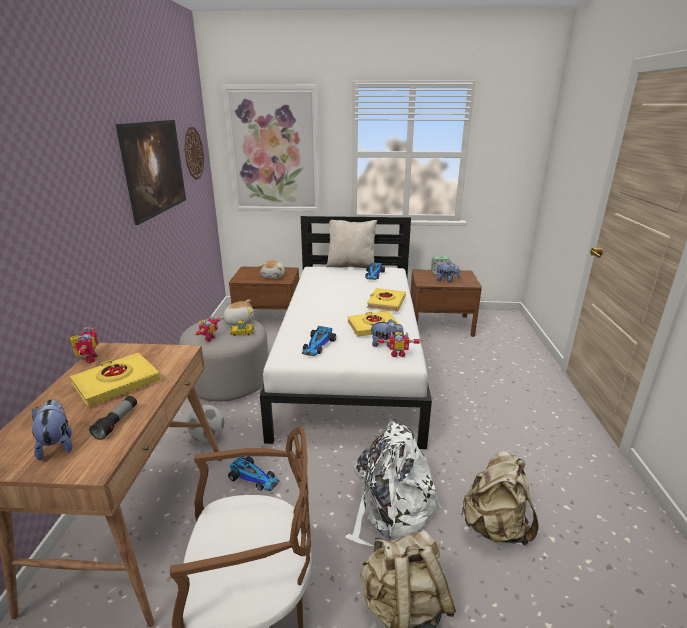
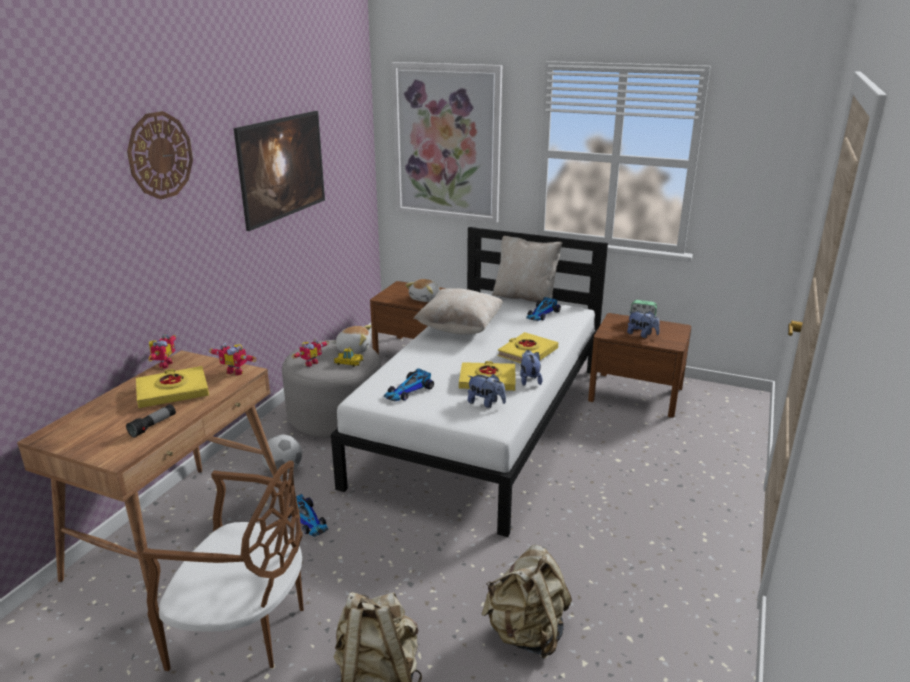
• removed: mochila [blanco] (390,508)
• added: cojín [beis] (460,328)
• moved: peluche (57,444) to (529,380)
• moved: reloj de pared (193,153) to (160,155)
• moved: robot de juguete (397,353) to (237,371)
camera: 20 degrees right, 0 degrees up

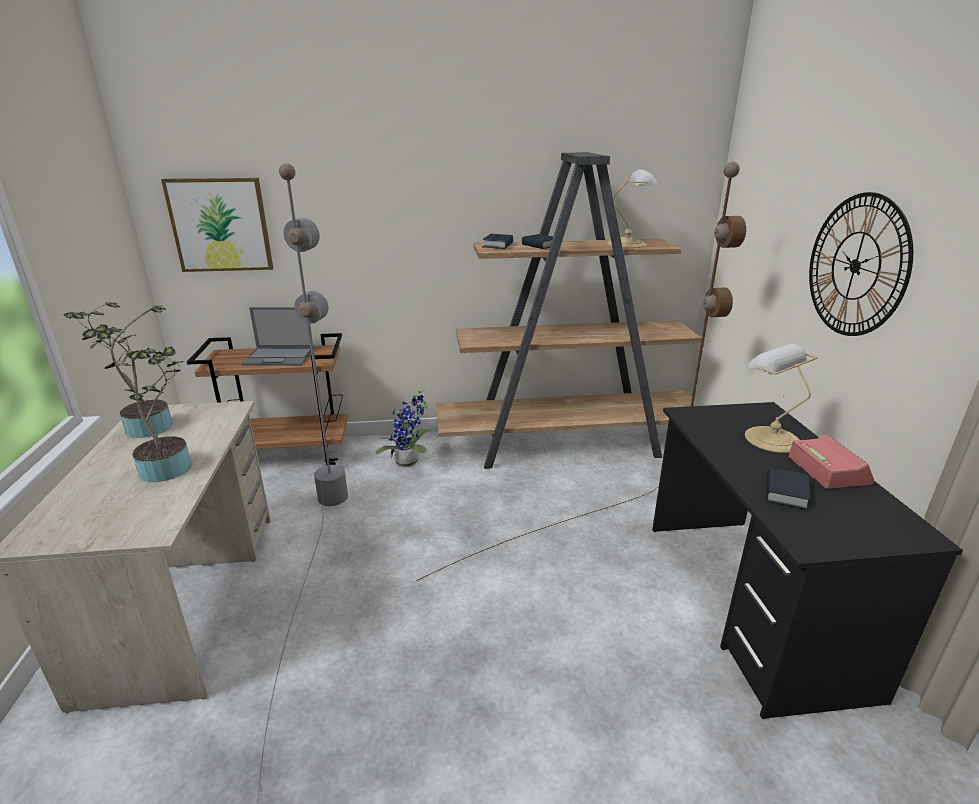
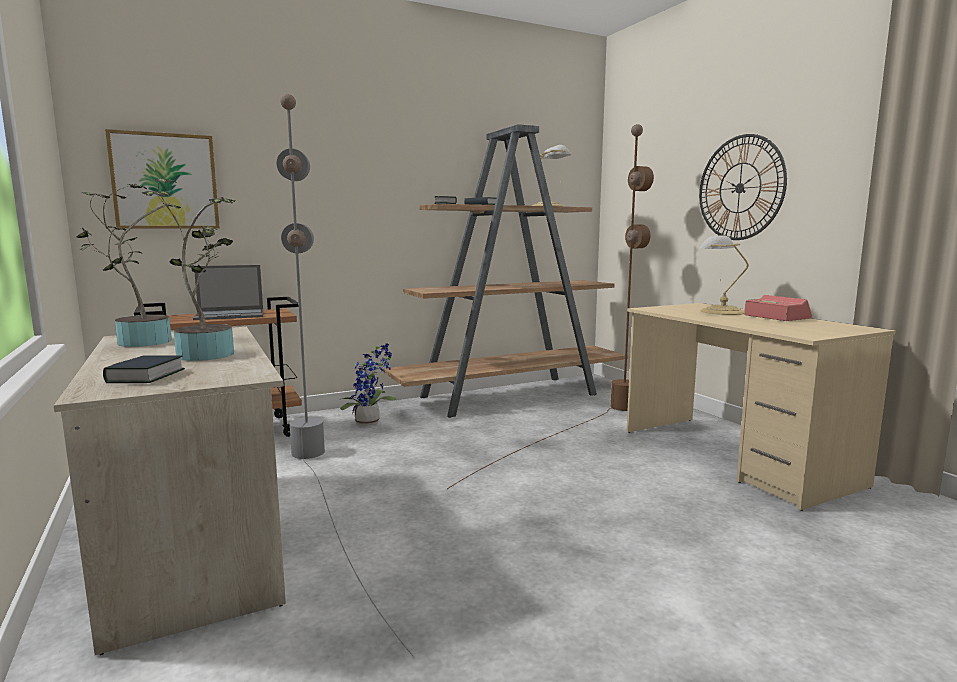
• moved: libro (785,493) to (145,376)
• recoloured: escritorio [negro] (749,603) to escritorio [beis] (734,457)
camera: 20 degrees left, 15 degrees down

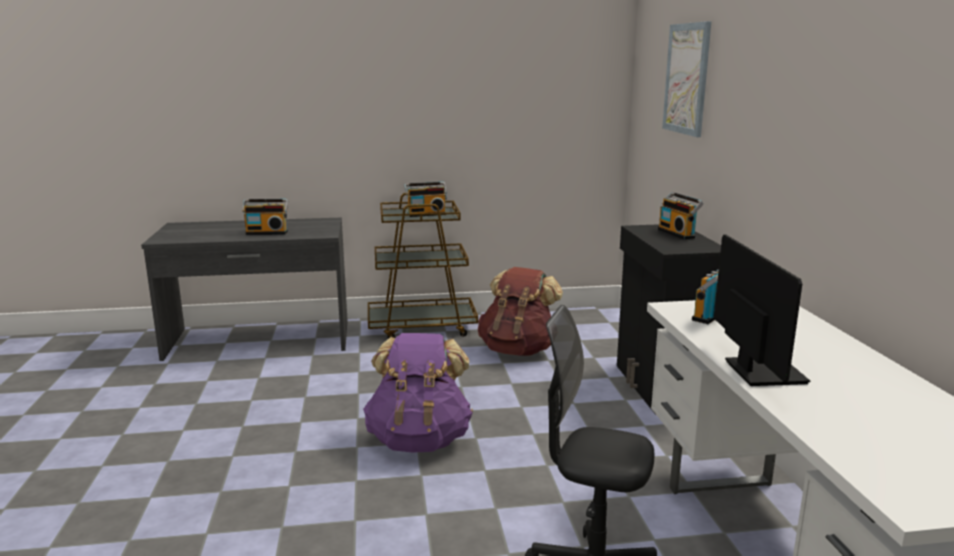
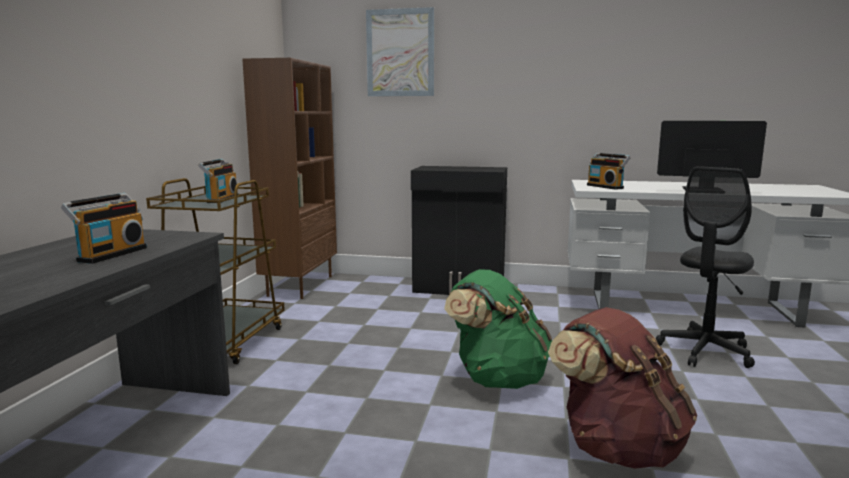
• removed: radio (677,233)
• added: estantería [marrón] (300,285)
• moved: mochila [marrón] (518,350) to (617,448)
• recoloured: mochila [morado] (419,440) to mochila [verde] (497,379)
camera: 70 degrees left, 5 degrees down

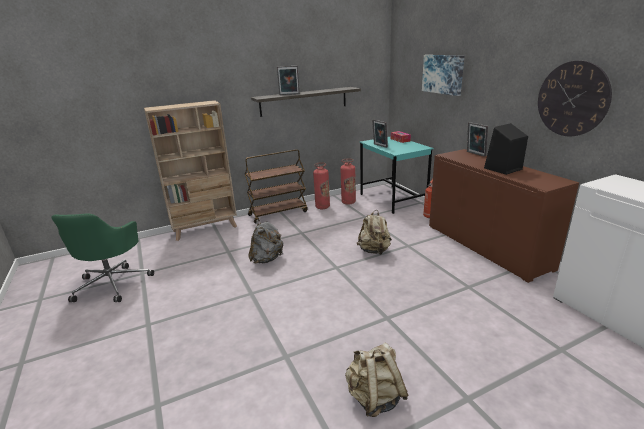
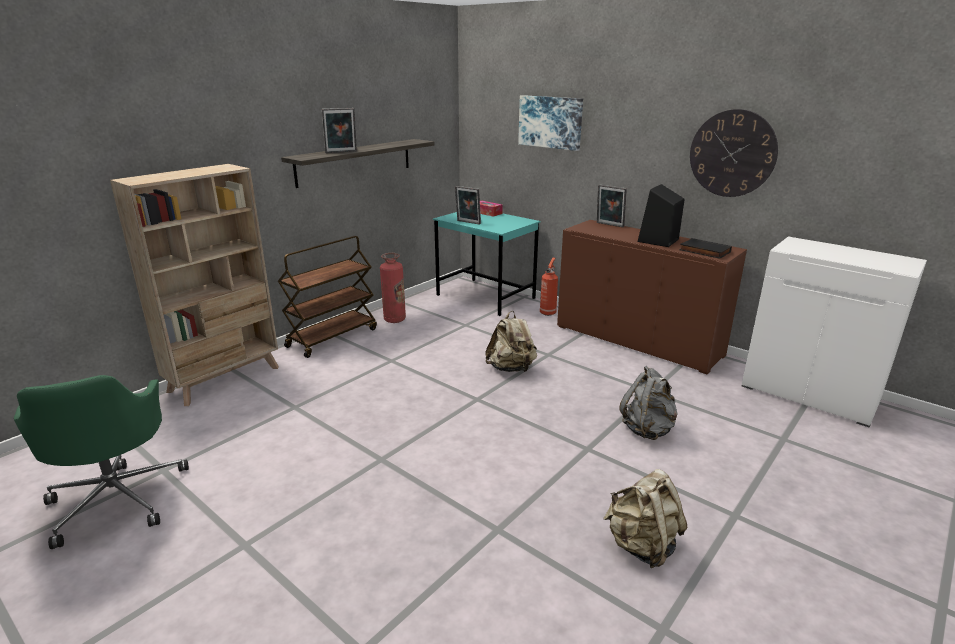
• removed: extintor (348,202)
• added: libro [negro] (704,251)
• moved: mochila [gris] (267,259) to (647,429)
camera: 25 degrees left, 0 degrees up

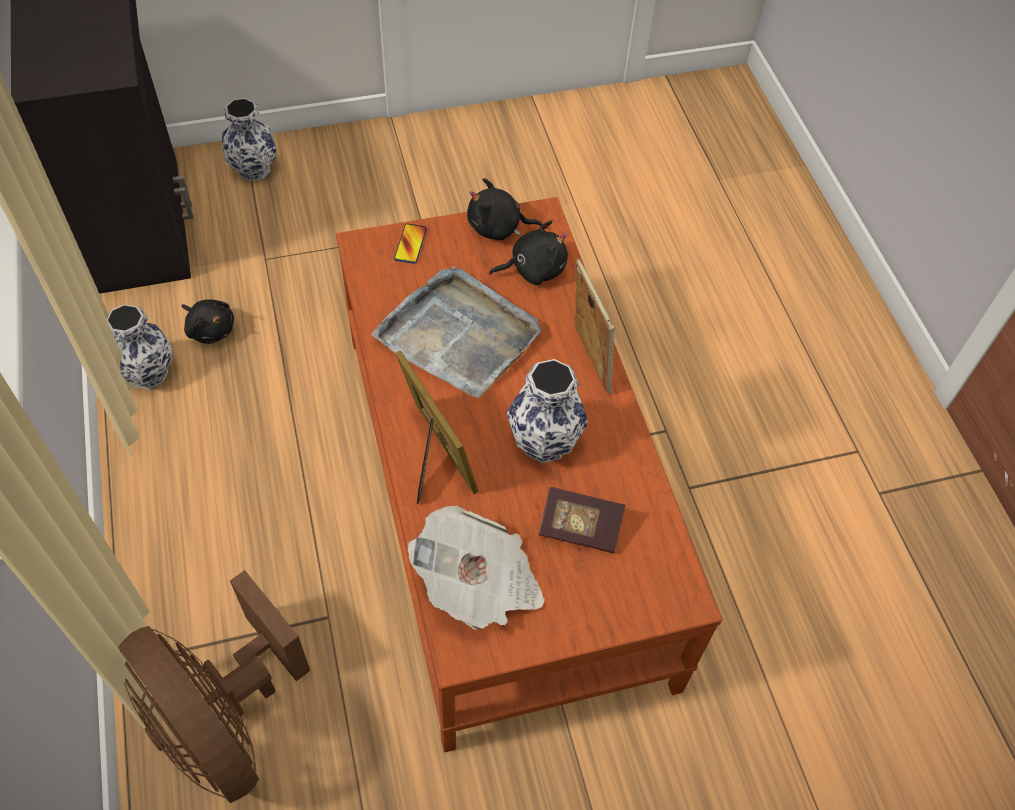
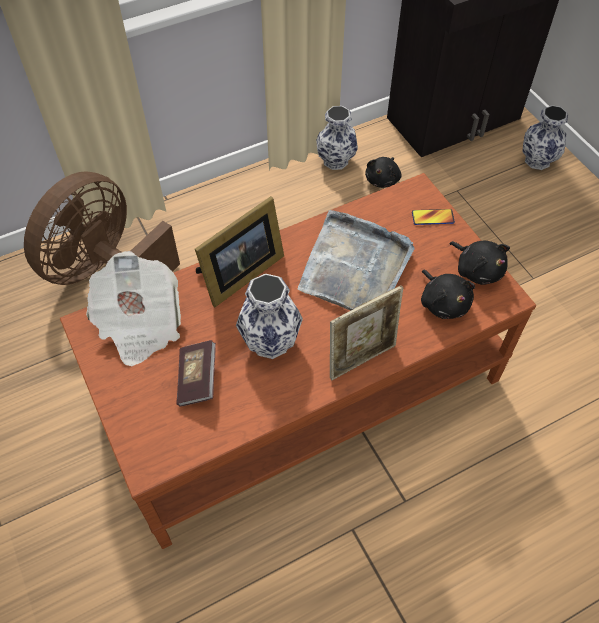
• turned: peluche [negro] (498,228) = (477,269) 150 degrees clockwise
camera: 80 degrees right, 0 degrees up

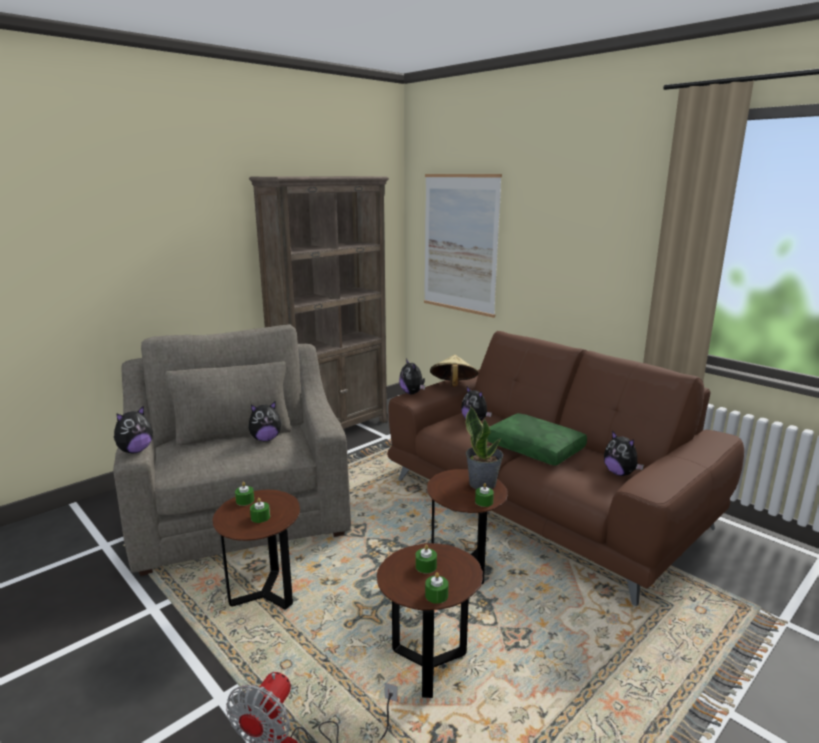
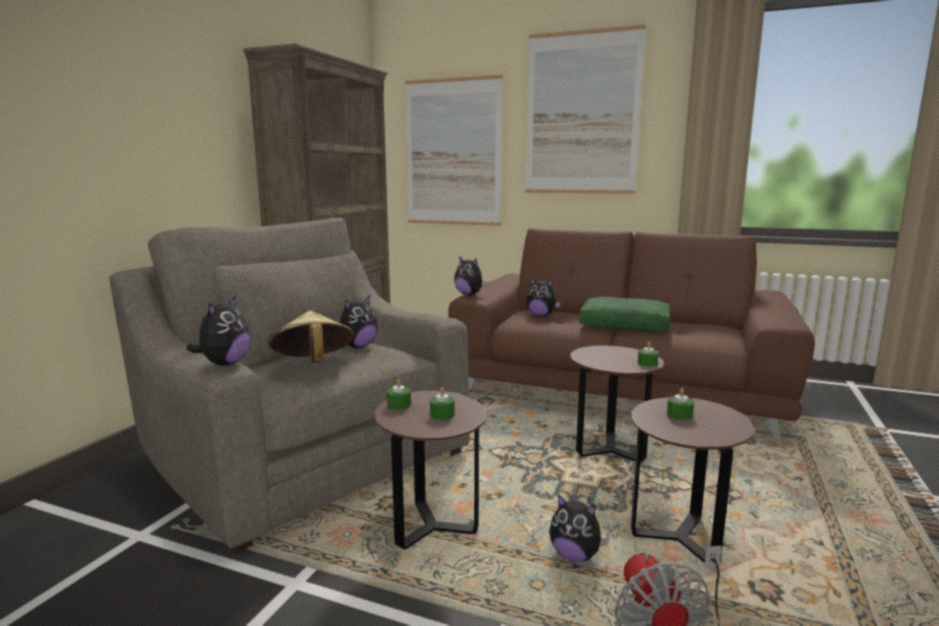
• removed: vela [verde] (436,595)
• removed: planta en maceta (483,483)
• added: cuadro (582,114)
• moved: sombrero [beis] (453,386) to (313,364)
• moved: peluche (620,473) to (575,555)
camera: 25 degrees left, 5 degrees down

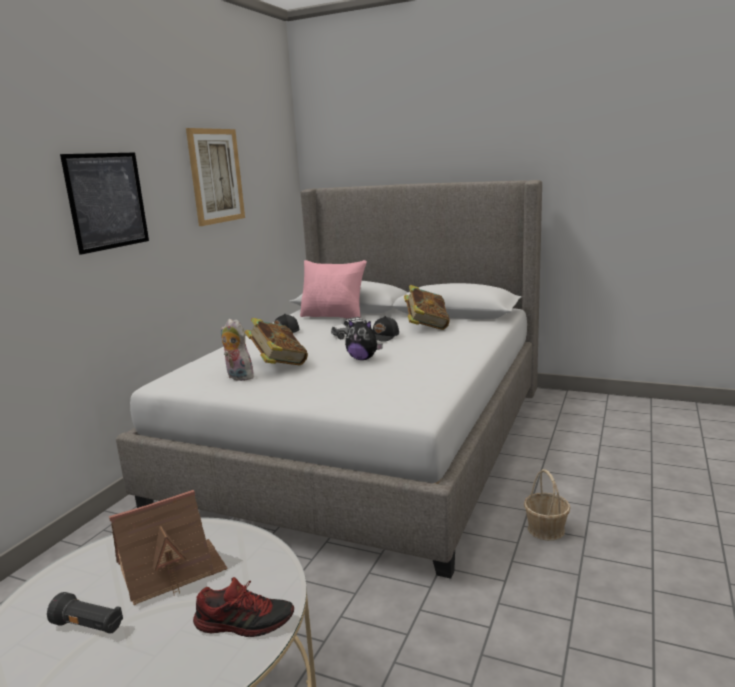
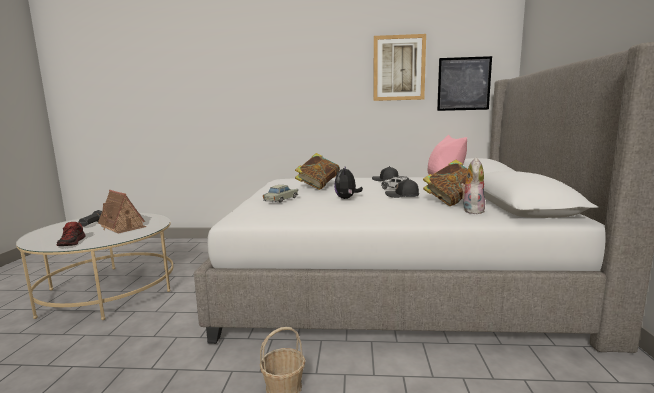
• added: coche de juguete [beis] (281,199)
• moved: cuadro (107,201) to (463,84)
• moved: peluche (238,377) to (471,210)
camera: 70 degrees right, 5 degrees down

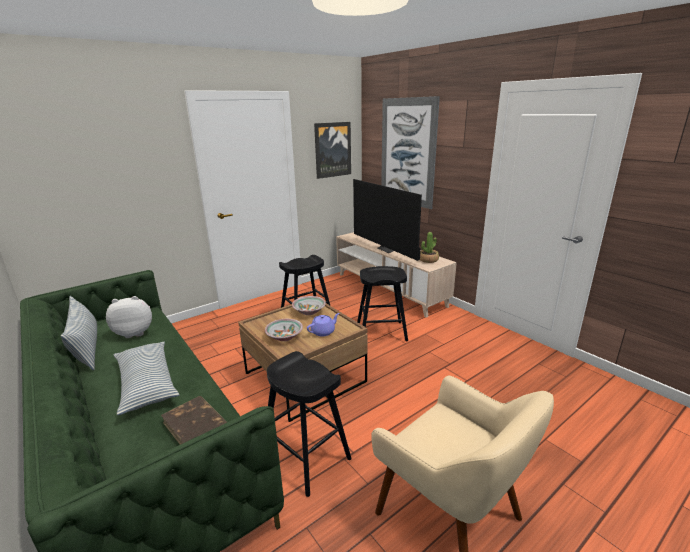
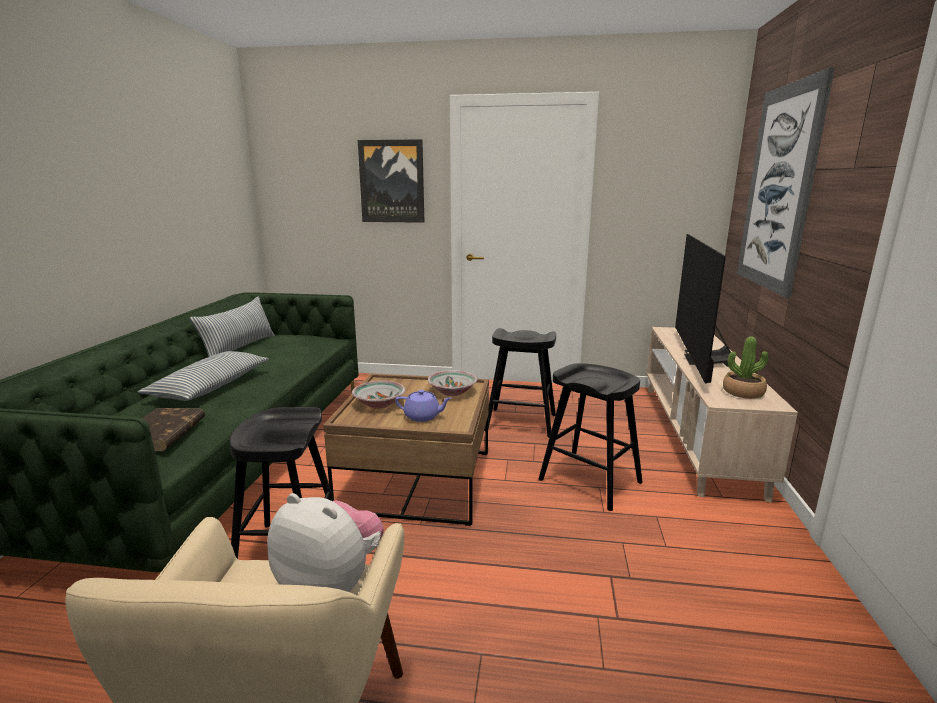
• moved: peluche (135,332) to (331,584)
• moved: cuadro (332,150) to (392,181)
camera: 45 degrees right, 5 degrees down

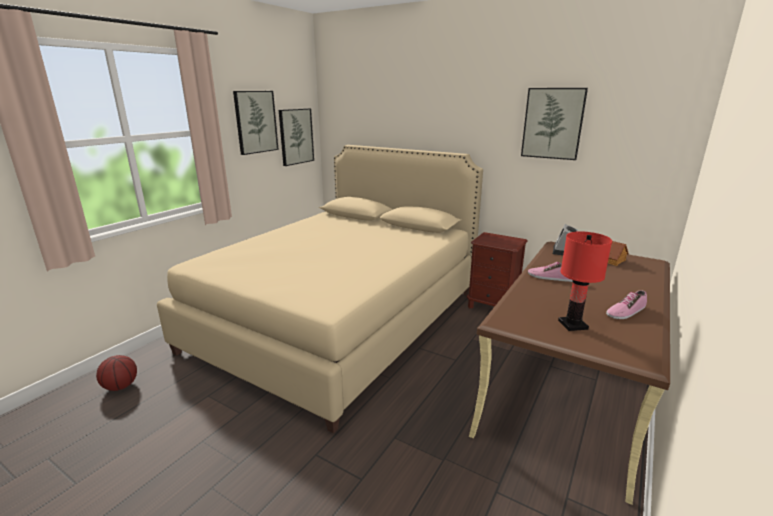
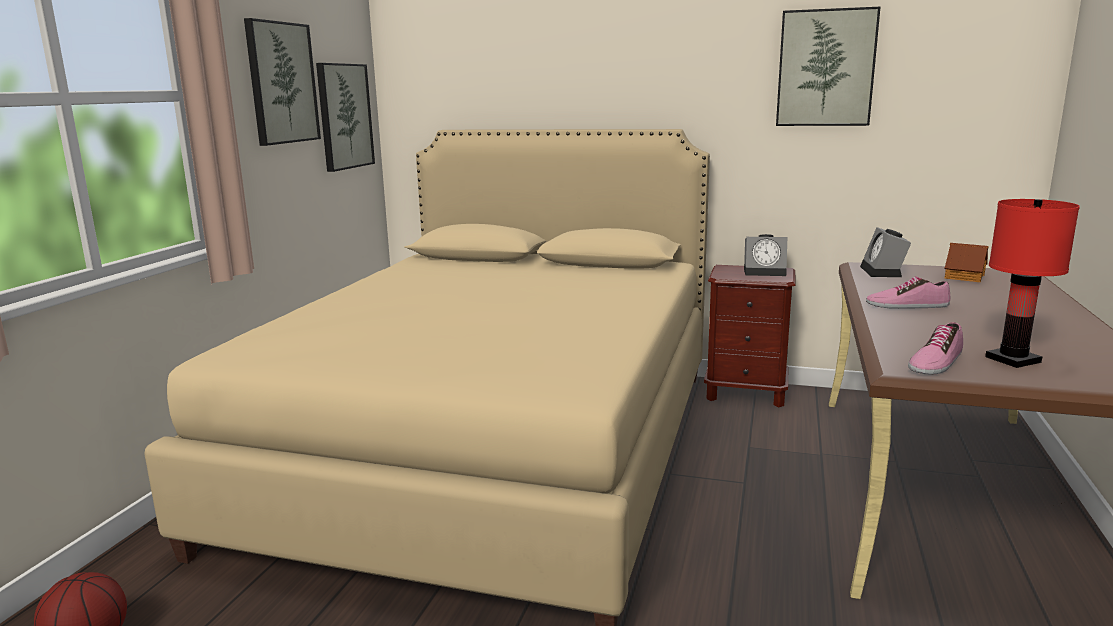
• added: despertador (765,272)
• moved: zapato (625,311) to (935,362)
camera: 15 degrees left, 5 degrees down

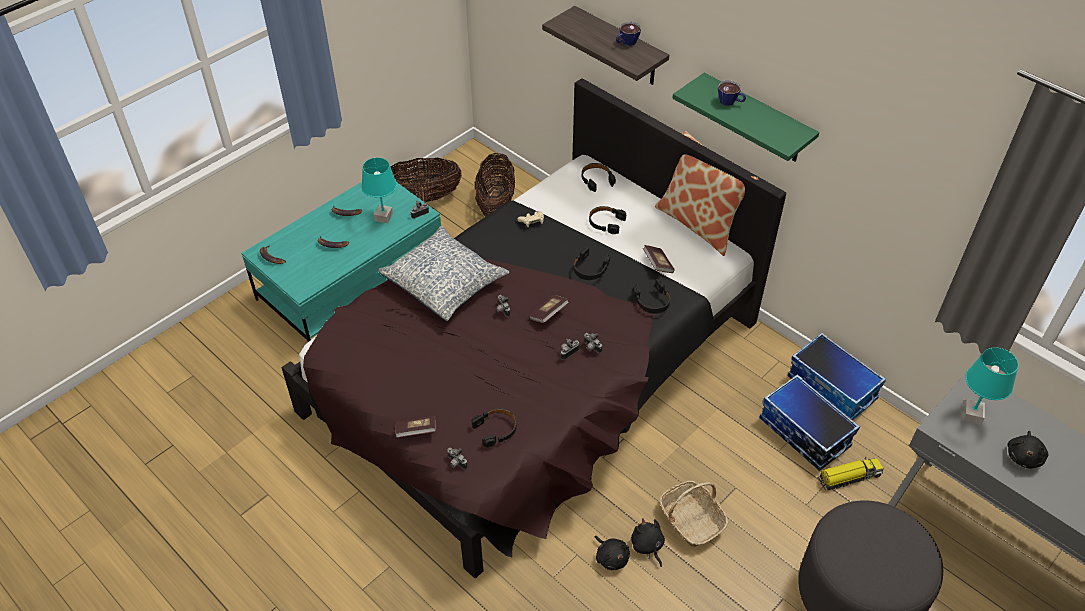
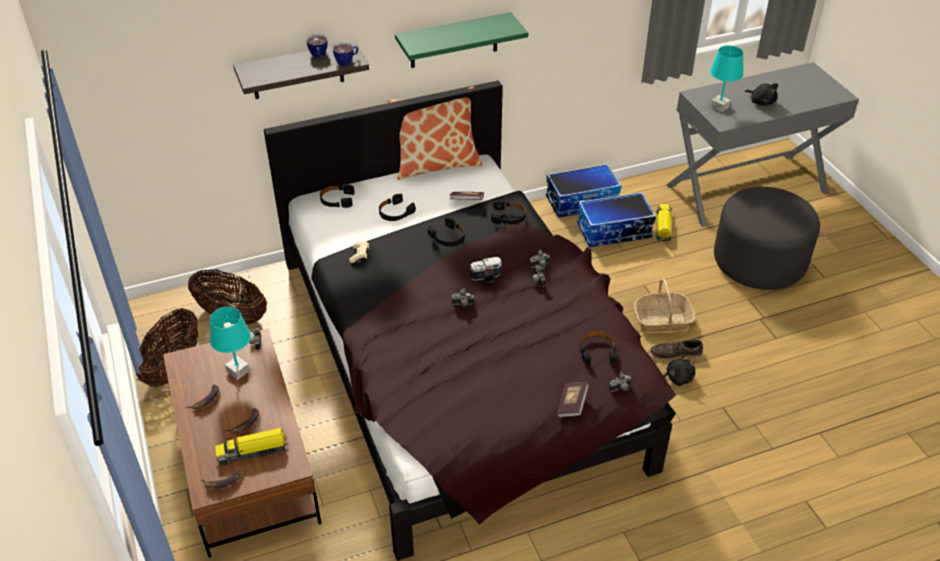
• removed: cojín (445,283)
• added: camión de juguete (253,451)
• moved: taza (730,102) to (347,61)
• replaced: libro (548,314) to cámara (486,278)
• replaced: peluche [negro] (647,546) to zapato [marrón] (675,353)
• recoloured: mesa de centro [turquesa] (351,280) to mesa de centro [marrón] (246,460)
camera: 65 degrees left, 5 degrees down

